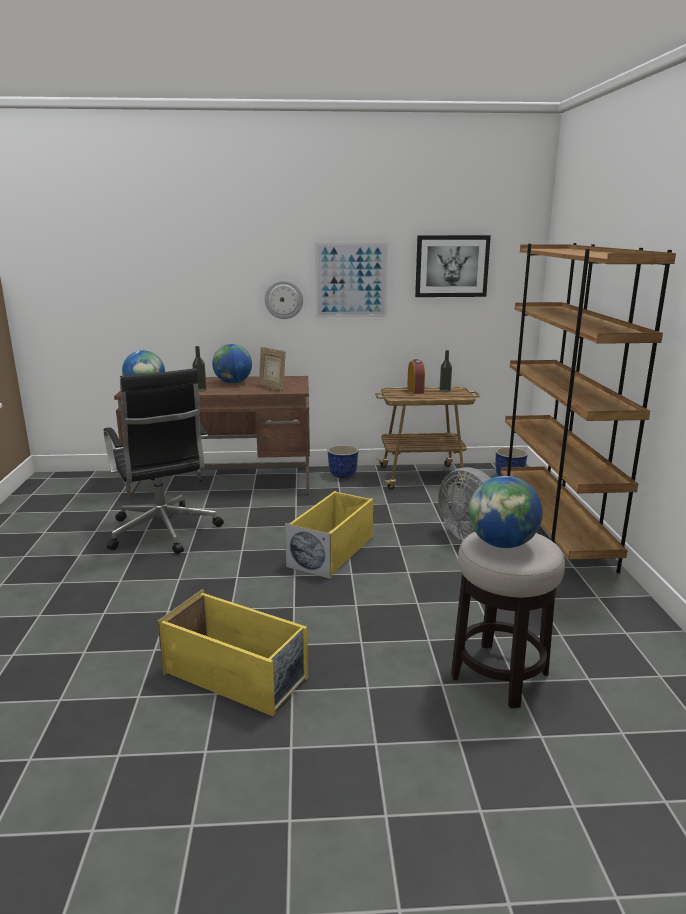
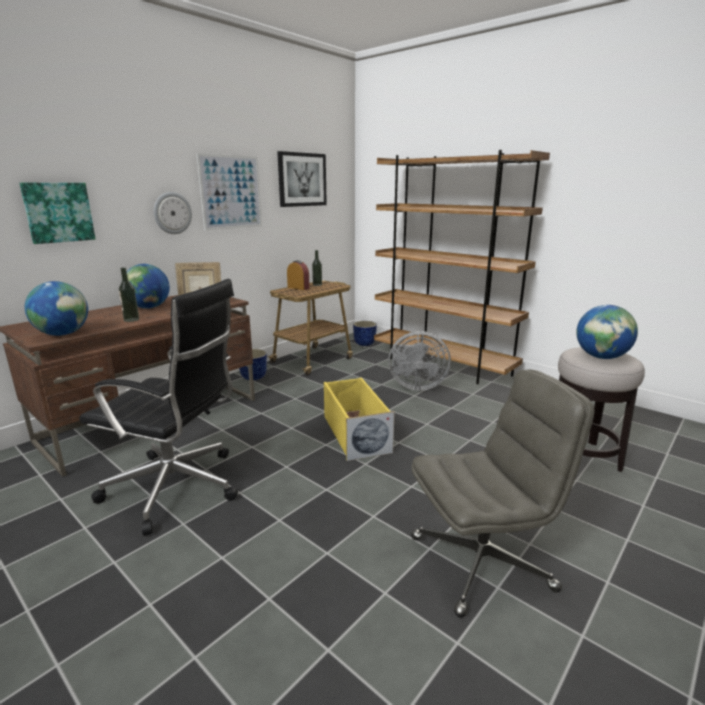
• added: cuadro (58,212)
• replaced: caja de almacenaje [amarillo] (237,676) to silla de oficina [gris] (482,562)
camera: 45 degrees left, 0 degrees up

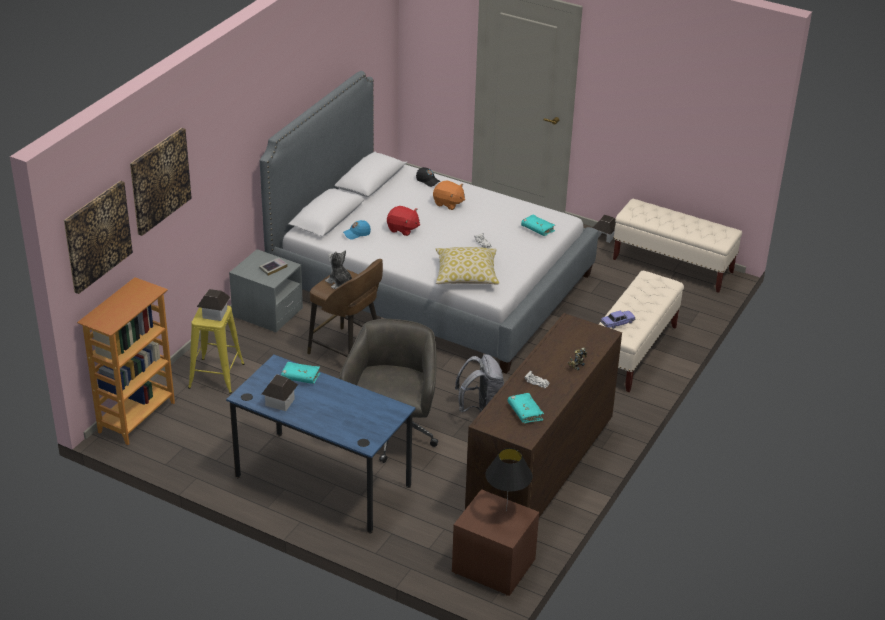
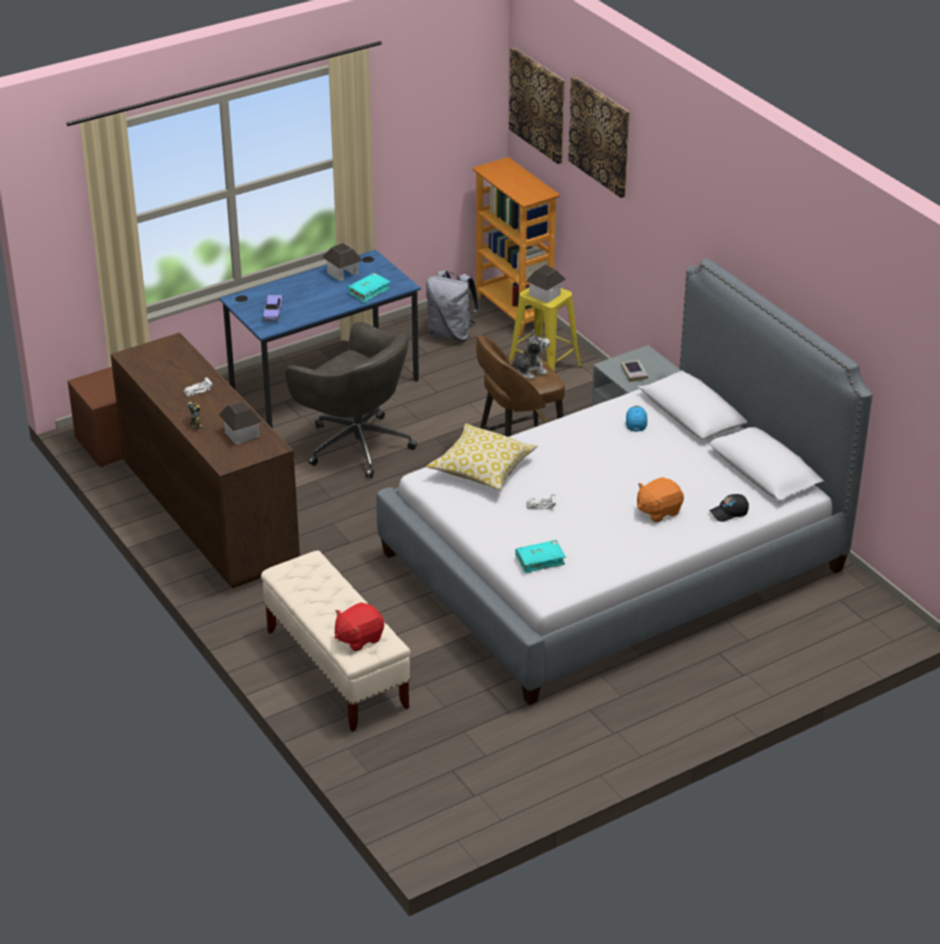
• removed: lámpara de mesa [negro] (506,511)
• removed: libro [turquesa] (525,412)
• removed: banco [beis] (673,266)
• moved: peluche [rojo] (403,229) to (359,638)
• moved: mochila [gris] (481,411) to (451,334)
• moved: casita (605,236) to (242,434)
• moved: coche de juguete (617,323) to (273,312)
camera: 120 degrees right, 0 degrees up

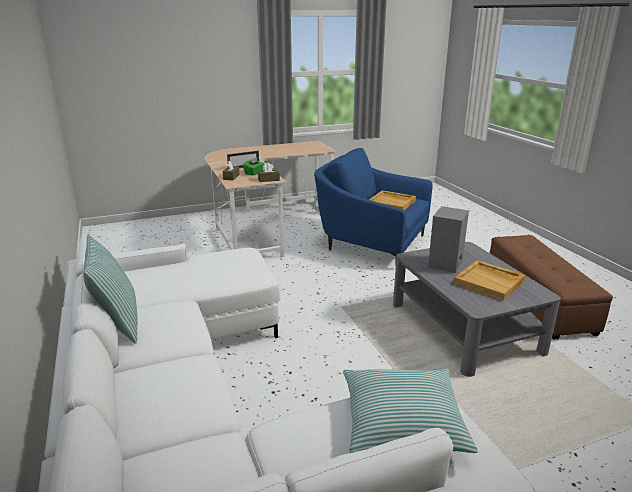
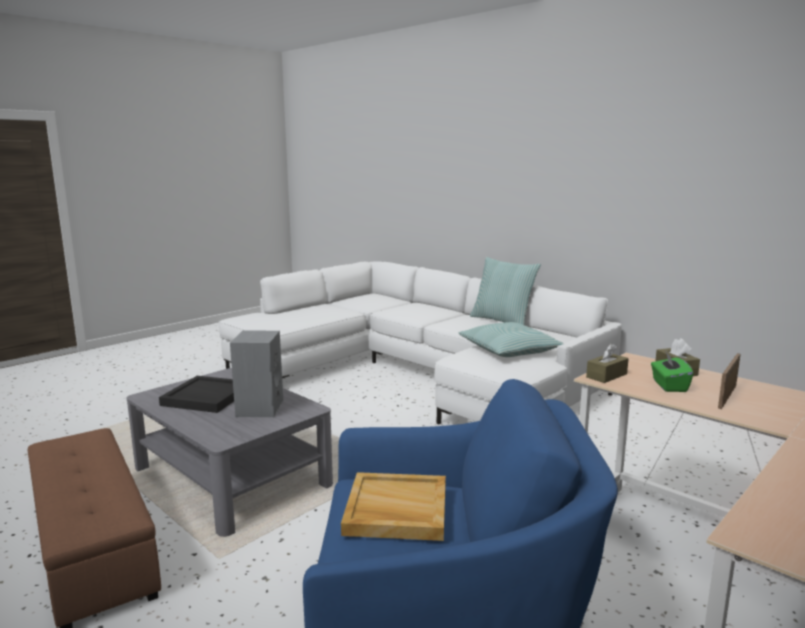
• moved: cojín (402,421) to (509,350)
• recoloured: bandeja [beis] (489,282) to bandeja [negro] (206,397)
camera: 155 degrees right, 10 degrees down

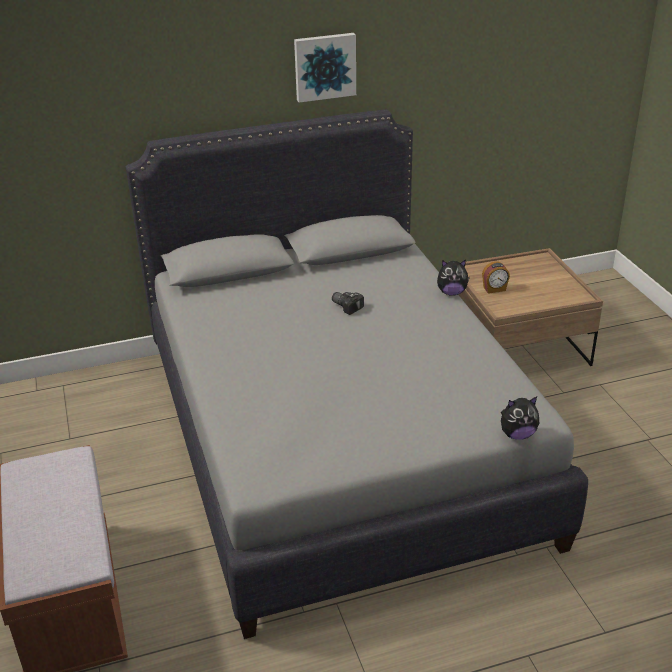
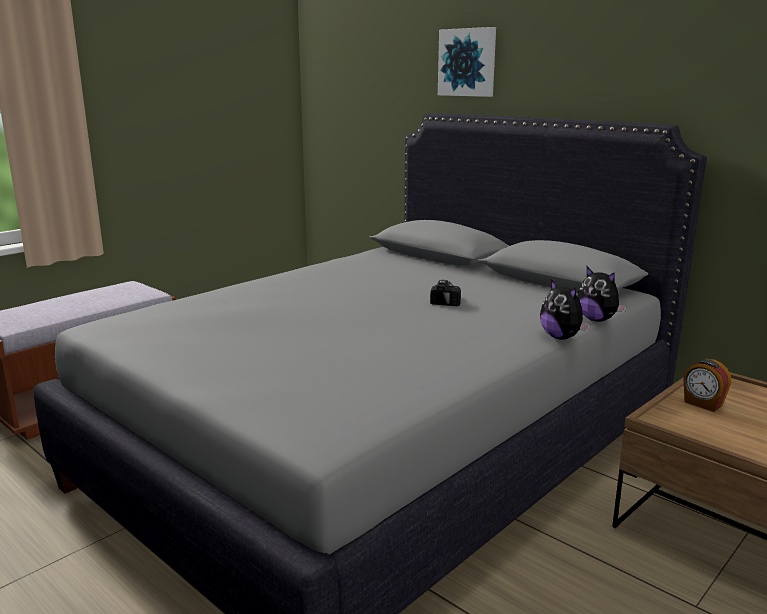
• moved: cuadro (324,66) to (468,62)
• moved: peluche (517,434) to (597,319)
camera: 60 degrees right, 15 degrees down

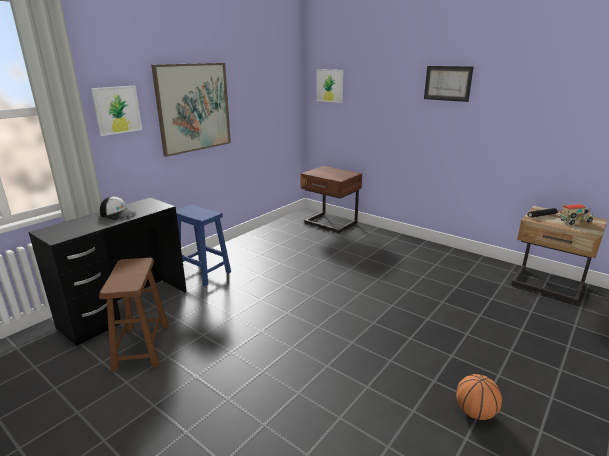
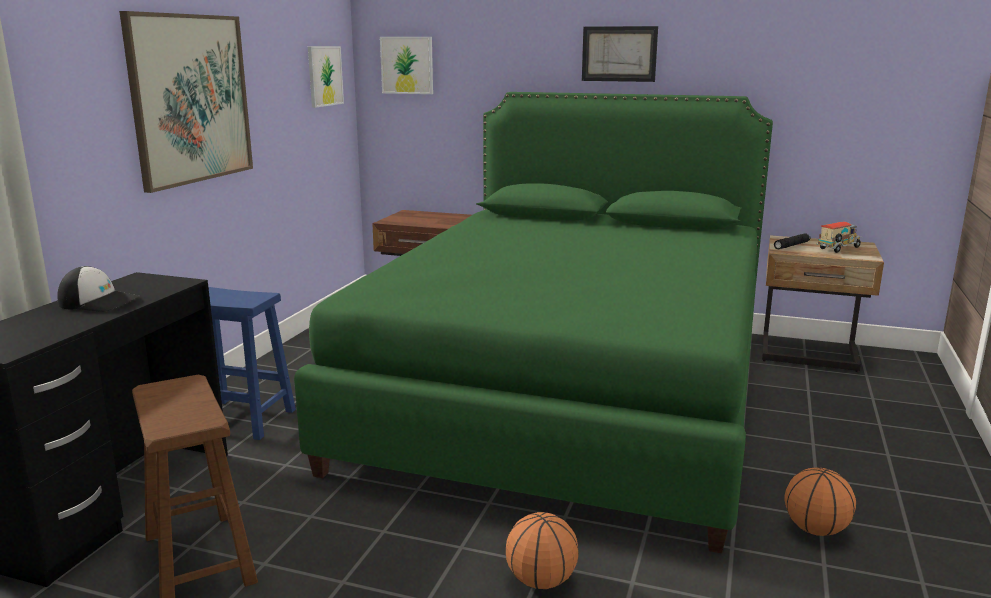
• added: cama [verde] (570,393)
• added: balón de baloncesto (541,581)
• moved: cuadro (117,110) to (324,76)
camera: 20 degrees left, 5 degrees down

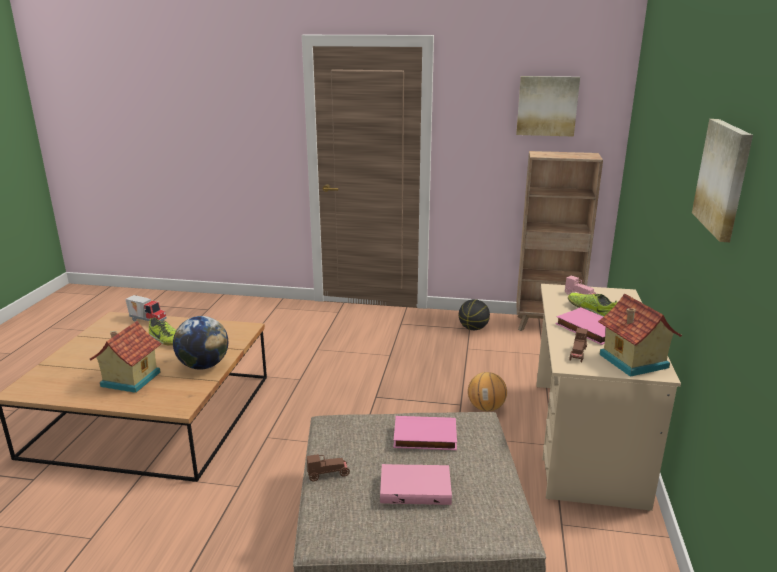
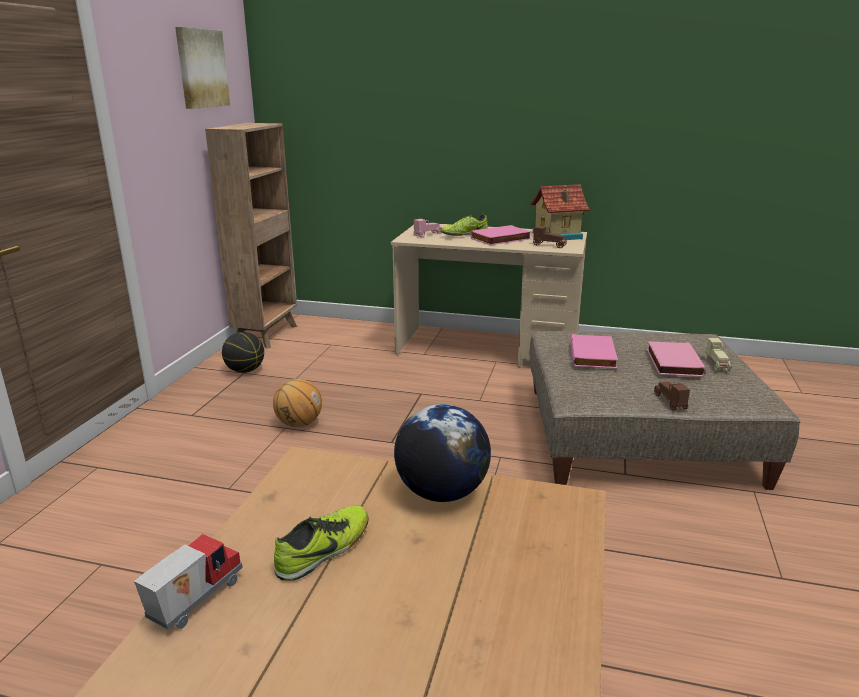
• removed: casita (129,379)
• removed: cuadro (724,178)
• added: coche de juguete [beis] (716,364)
• moved: balón de baloncesto (486,408) to (299,424)
camera: 85 degrees left, 0 degrees up

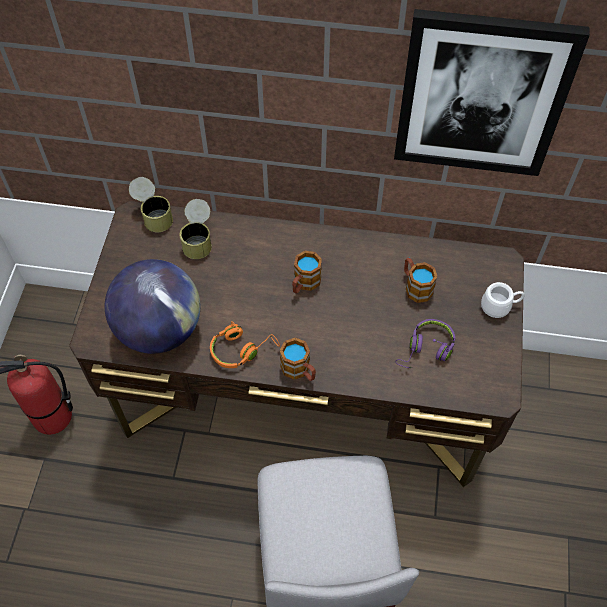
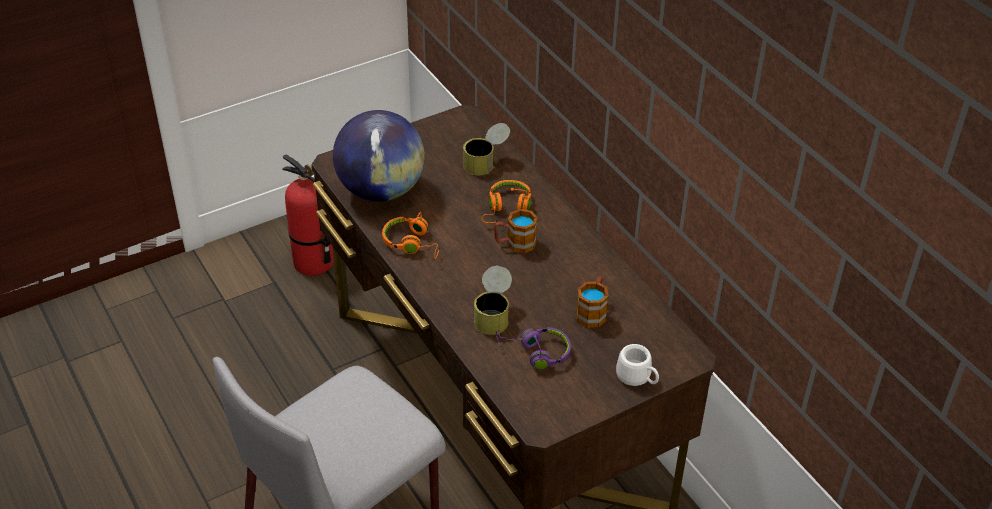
• removed: taza grande (299,370)
• removed: cuadro (481,95)
• added: auriculares [naranja] (506,208)
• moved: lata (153,215) to (493,314)
camera: 50 degrees right, 15 degrees down

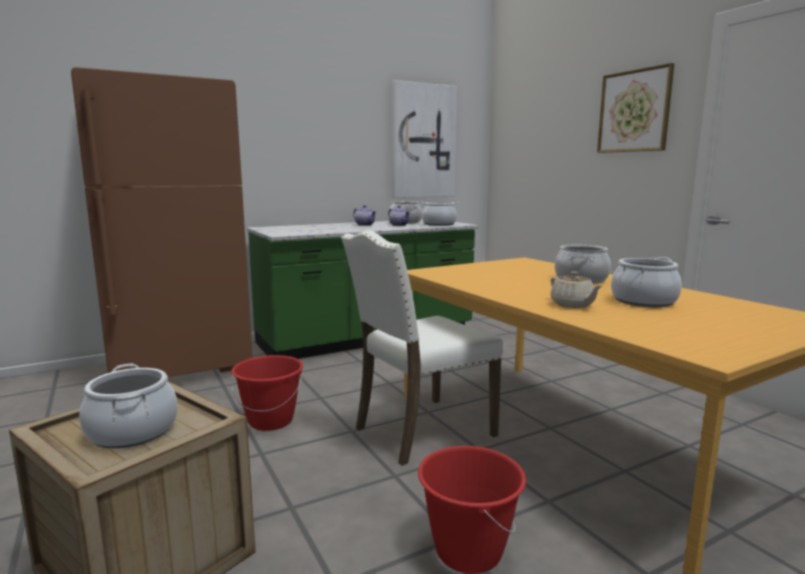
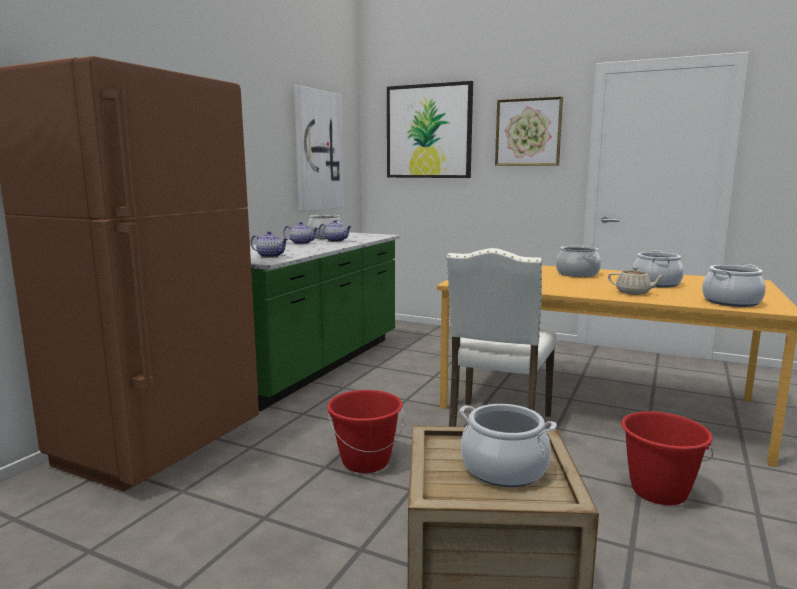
• added: tetera (270,256)
• added: cuadro (428,131)
• moved: olla (439,224) to (731,302)
camera: 35 degrees left, 0 degrees up

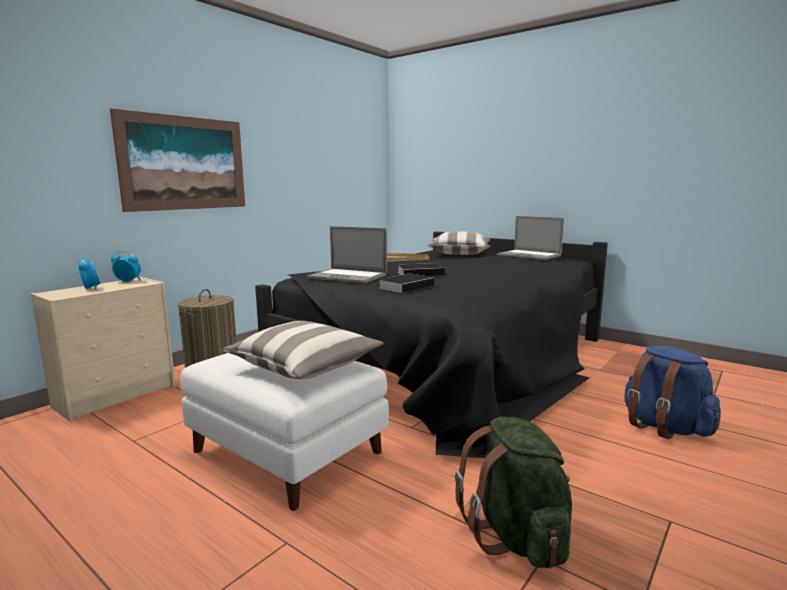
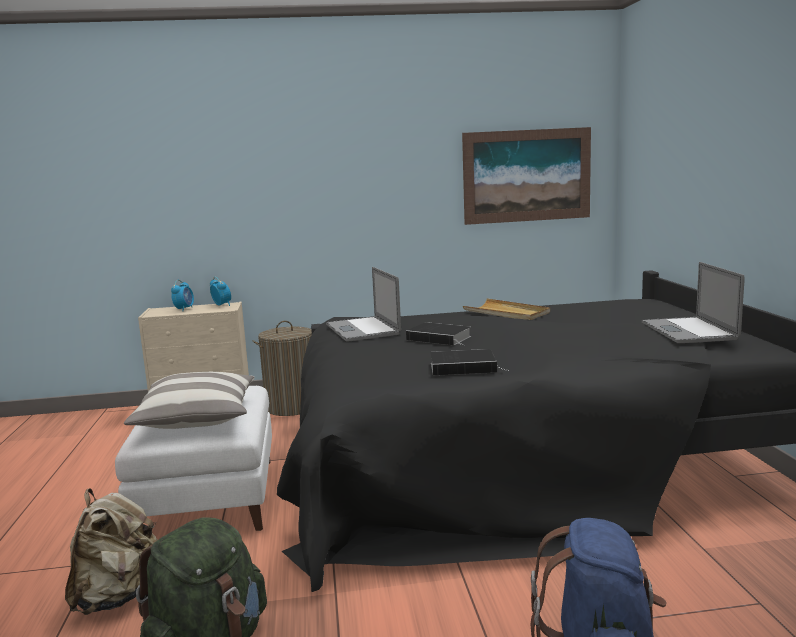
• removed: cojín (460,253)
• added: mochila [beis] (118,596)
• moved: cuadro (185,163) to (527,176)
• moved: libro (407,286) to (465,367)
camera: 45 degrees right, 0 degrees up

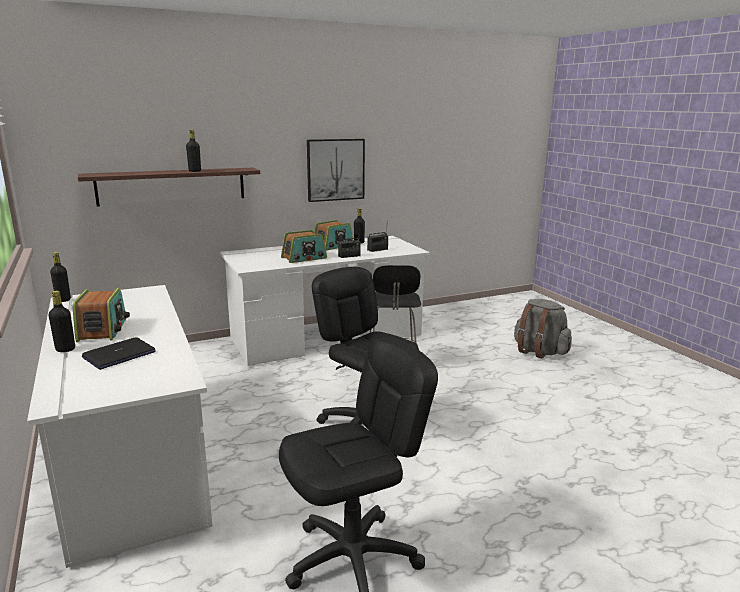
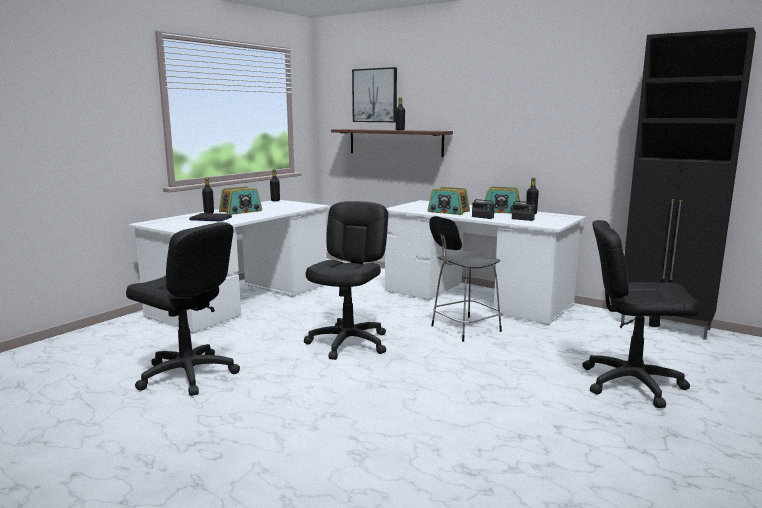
• added: armario [negro] (666,326)
• moved: cuadro (335,169) to (375,95)
• replaced: mochila [gris] (539,351) to silla de oficina [negro] (631,383)
camera: 60 degrees right, 5 degrees down

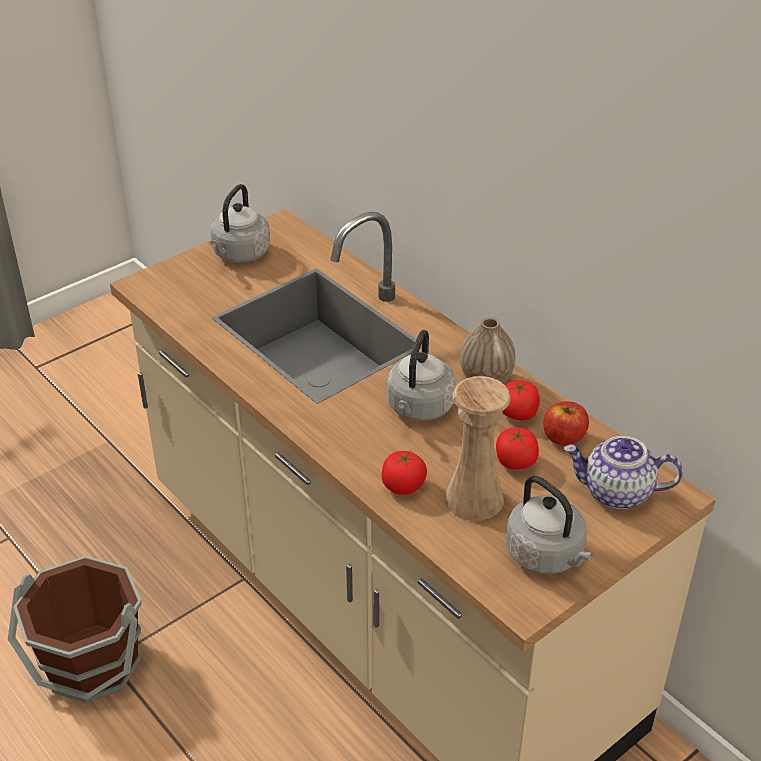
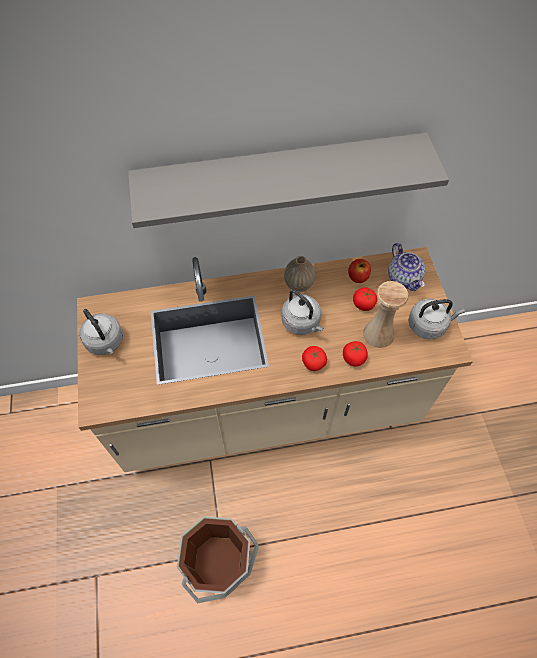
• added: estante [gris] (280,176)
• moved: tomate (517,413) to (313,363)
• turned: tetera (616,492) = (404,278) 60 degrees counterclockwise
camera: 60 degrees left, 20 degrees up

